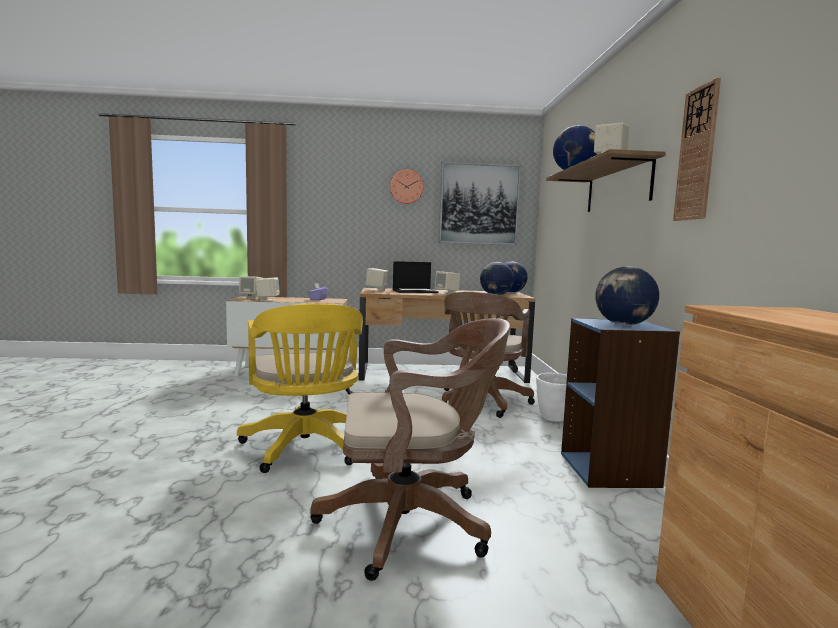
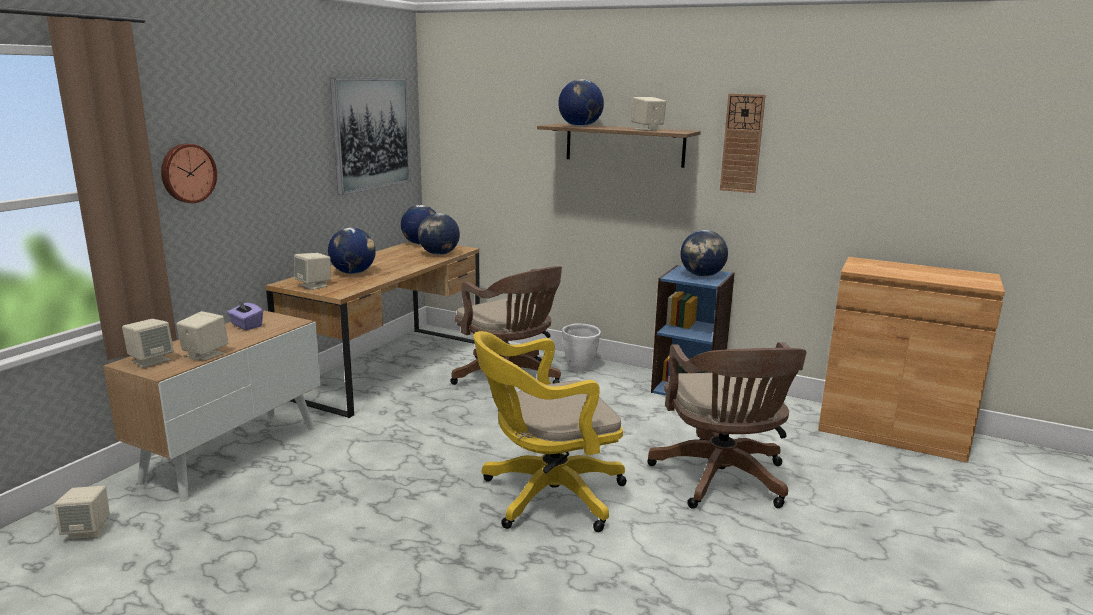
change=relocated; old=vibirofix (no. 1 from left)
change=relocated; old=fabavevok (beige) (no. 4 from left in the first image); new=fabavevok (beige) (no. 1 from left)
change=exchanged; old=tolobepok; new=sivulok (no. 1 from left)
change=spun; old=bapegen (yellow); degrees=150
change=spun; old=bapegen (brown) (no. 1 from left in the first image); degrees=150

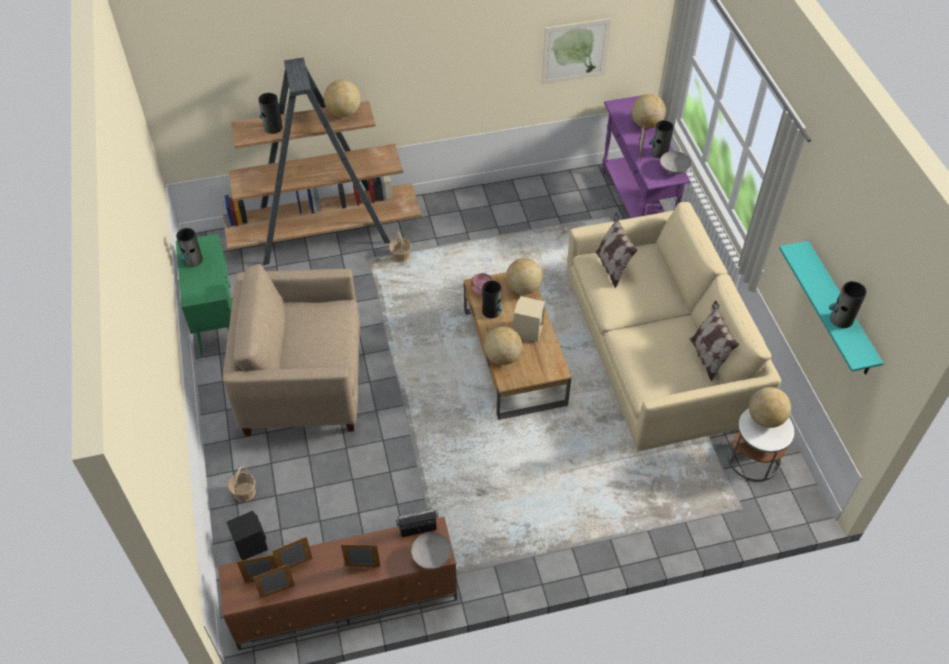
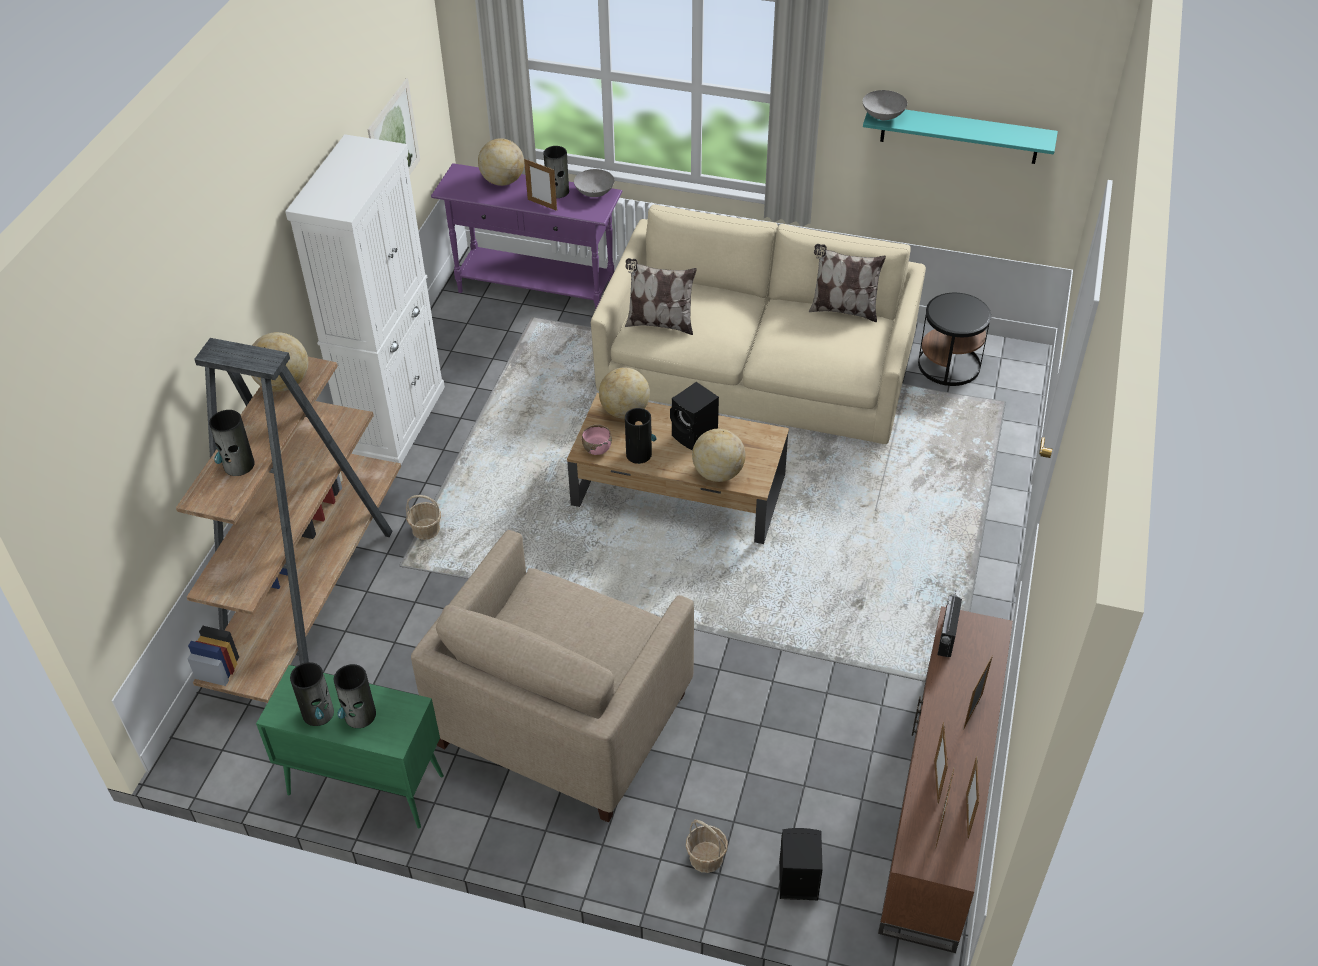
change=missing; old=sivulok (no. 5 from left)
change=appeared; new=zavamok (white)
change=relocated; old=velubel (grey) (no. 1 from left in the first image); new=velubel (grey) (no. 2 from left)
change=relocated; old=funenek (no. 5 from left in the first image); new=funenek (no. 3 from left)
change=colour; old=fabavevok (beige); new=fabavevok (black) (no. 1 from left)
change=colour; old=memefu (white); new=memefu (black)

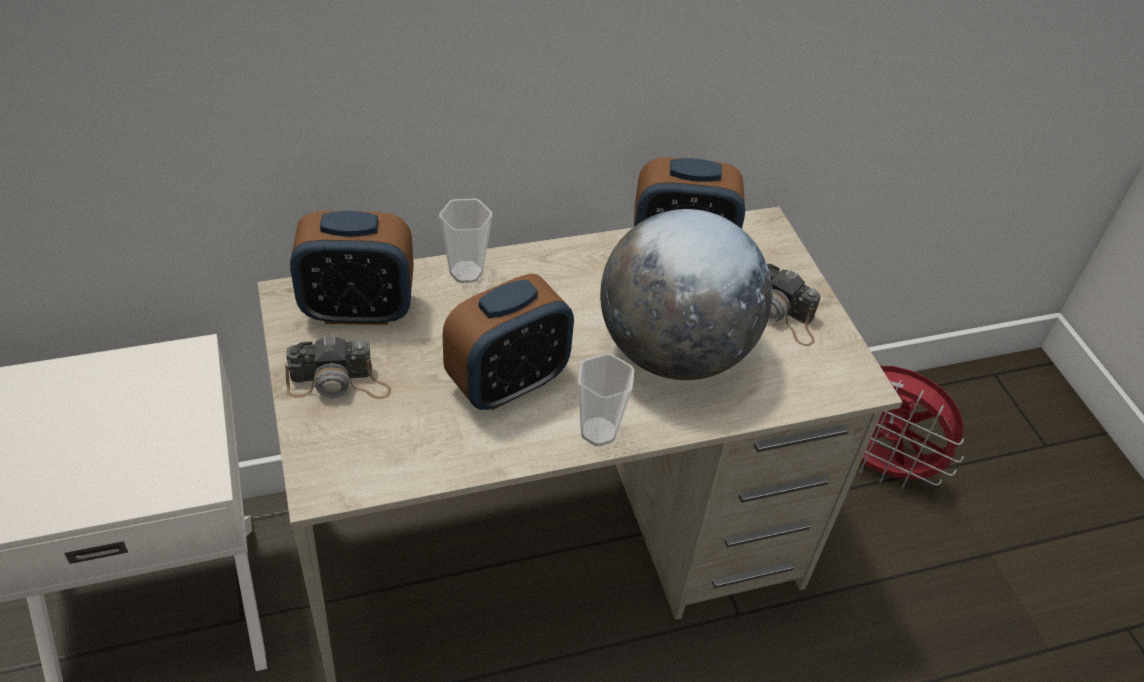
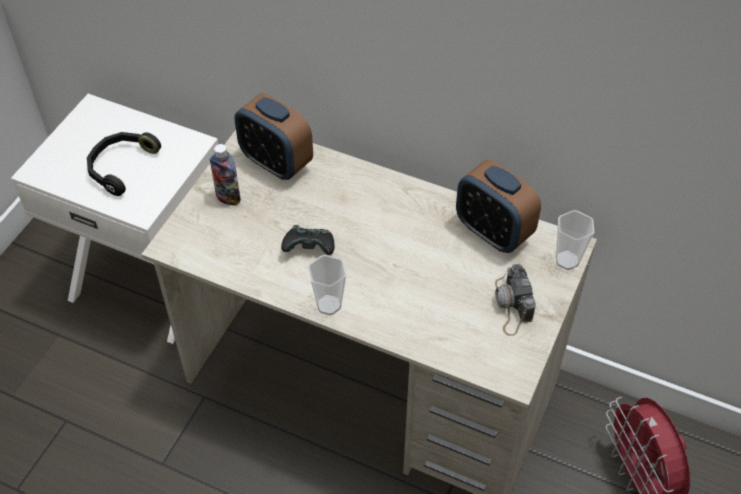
change=missing; old=sivulok
change=appeared; new=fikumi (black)
change=relocated; old=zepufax (no. 1 from left in the first image); new=zepufax (no. 2 from left)
change=exchanged; old=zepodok (no. 1 from left); new=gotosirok
change=exchanged; old=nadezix (no. 2 from left); new=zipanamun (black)

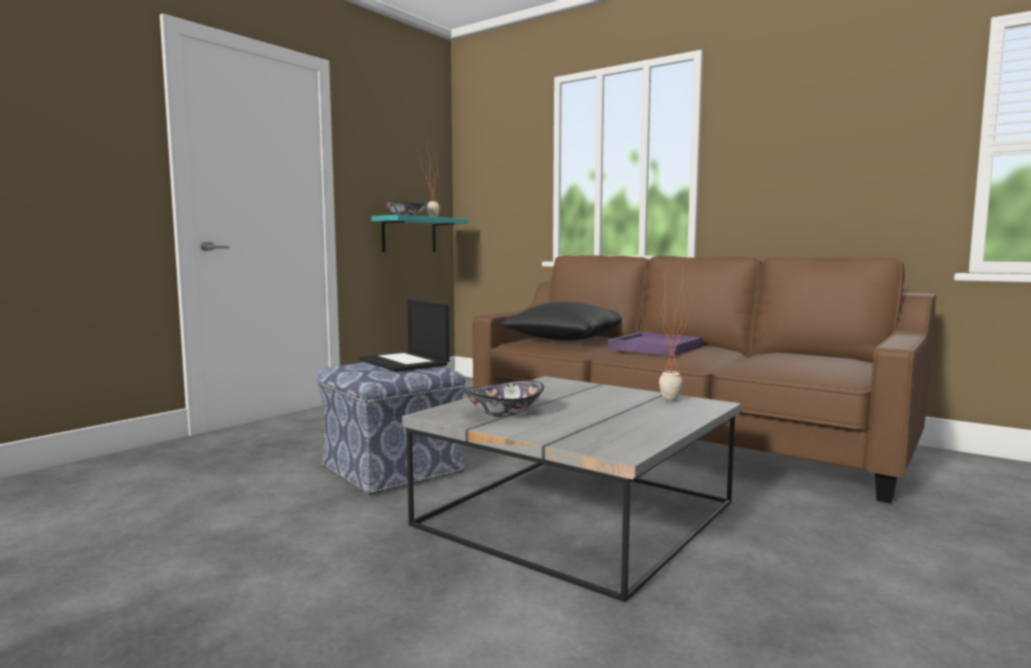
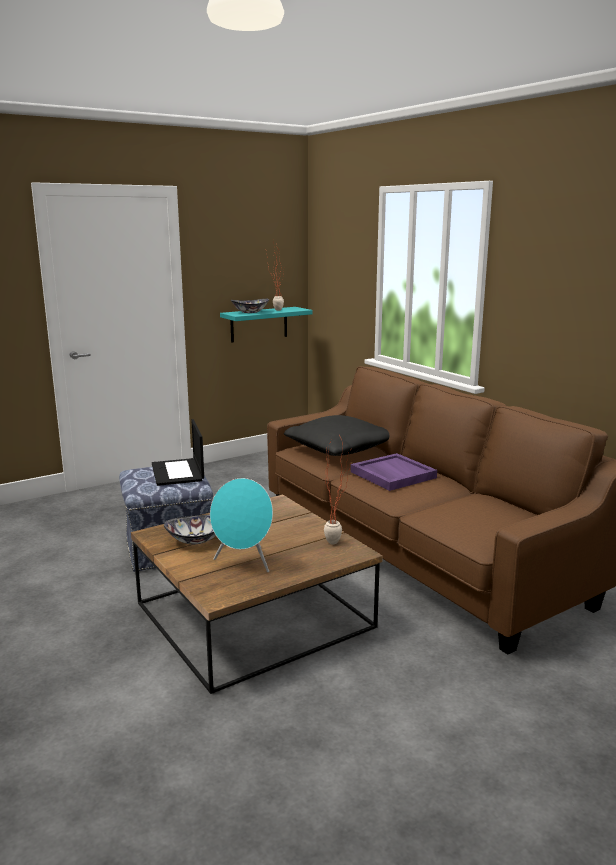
change=appeared; new=fabavevok (turquoise)
change=colour; old=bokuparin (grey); new=bokuparin (brown)

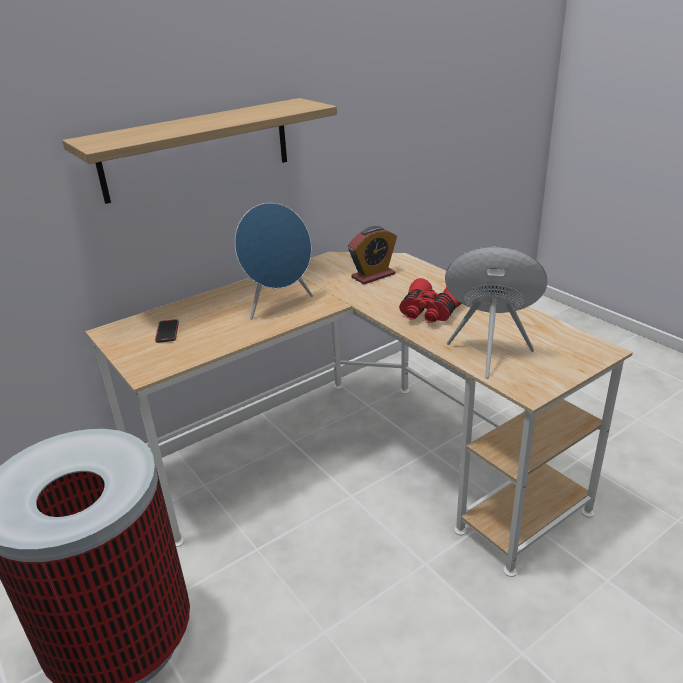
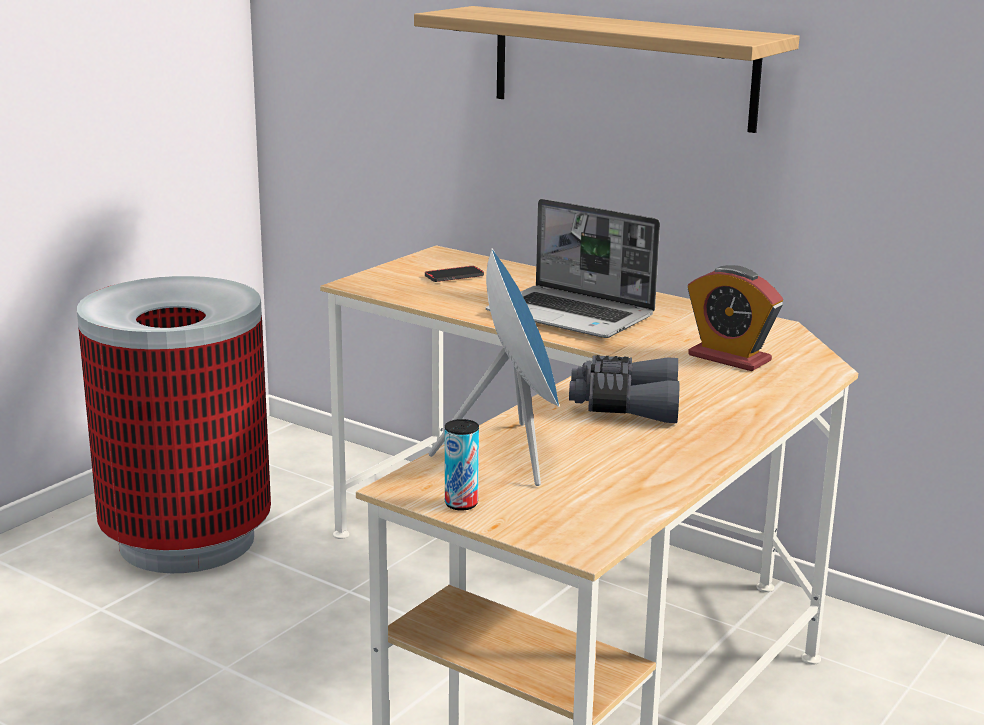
change=appeared; new=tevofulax
change=exchanged; old=fabavevok (blue) (no. 1 from left); new=tolobepok
change=colour; old=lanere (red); new=lanere (grey)

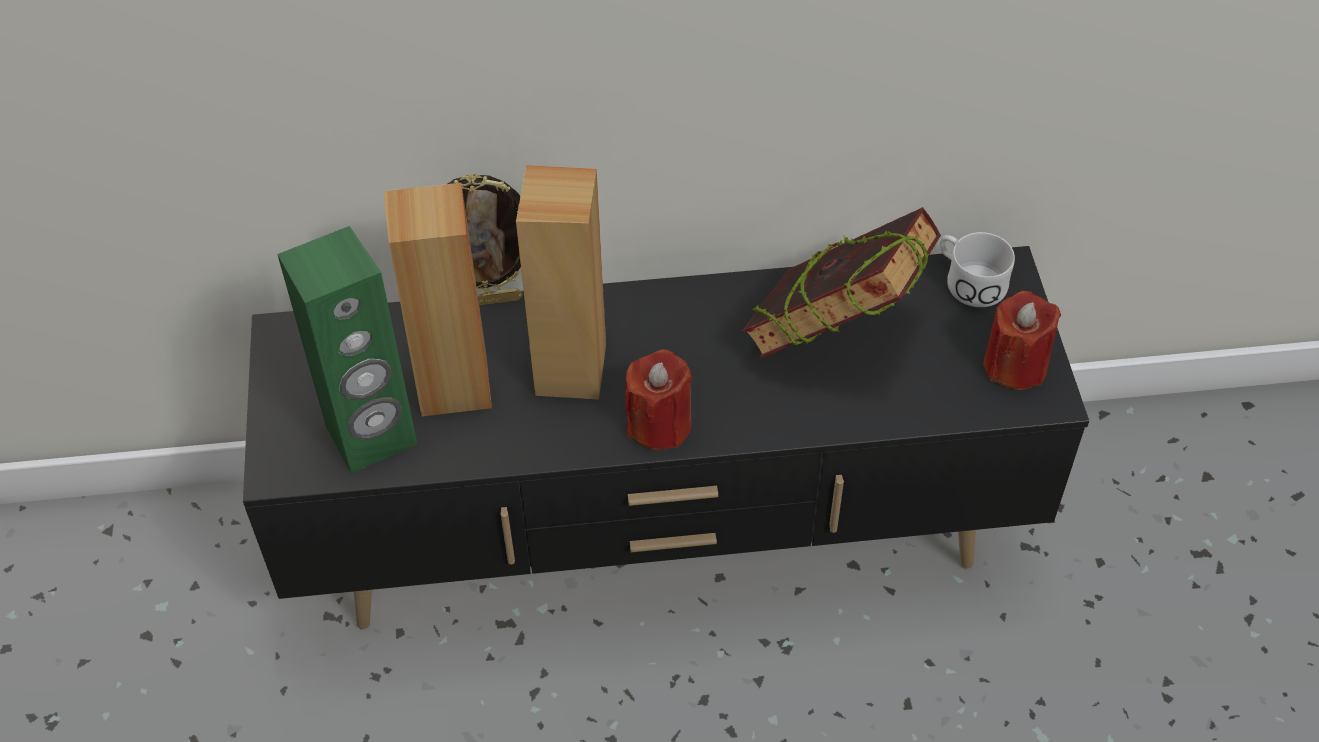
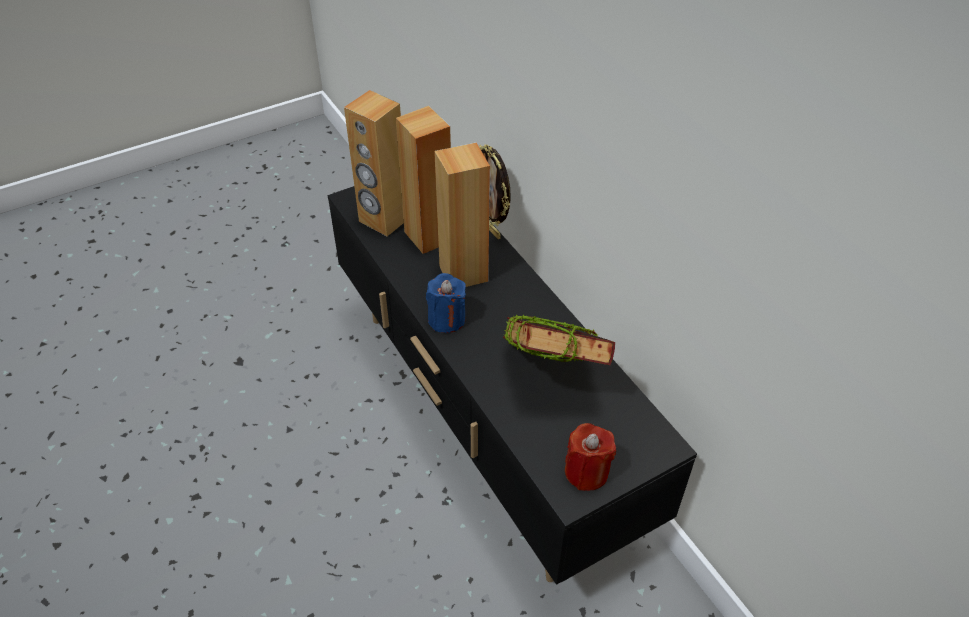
change=missing; old=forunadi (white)
change=colour; old=fabavevok (green); new=fabavevok (brown) (no. 1 from left)
change=colour; old=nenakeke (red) (no. 1 from left); new=nenakeke (blue)

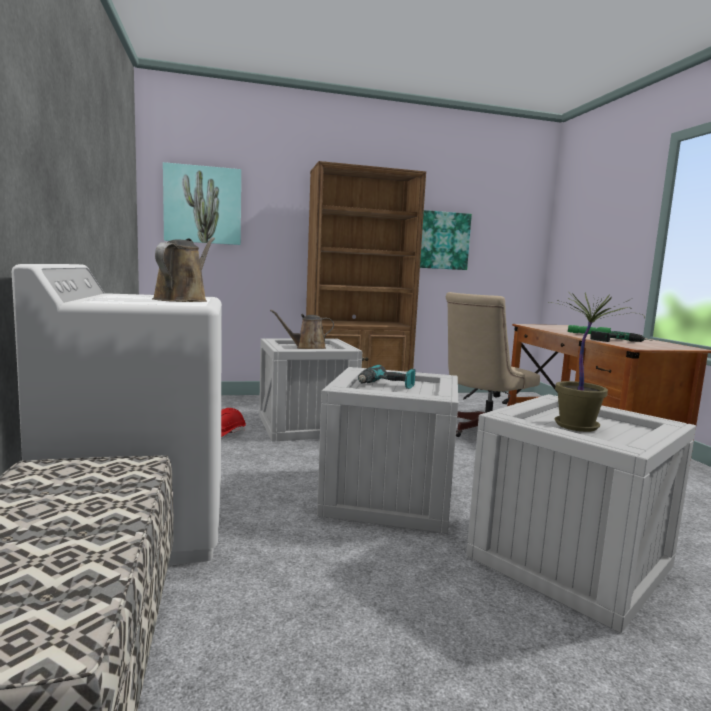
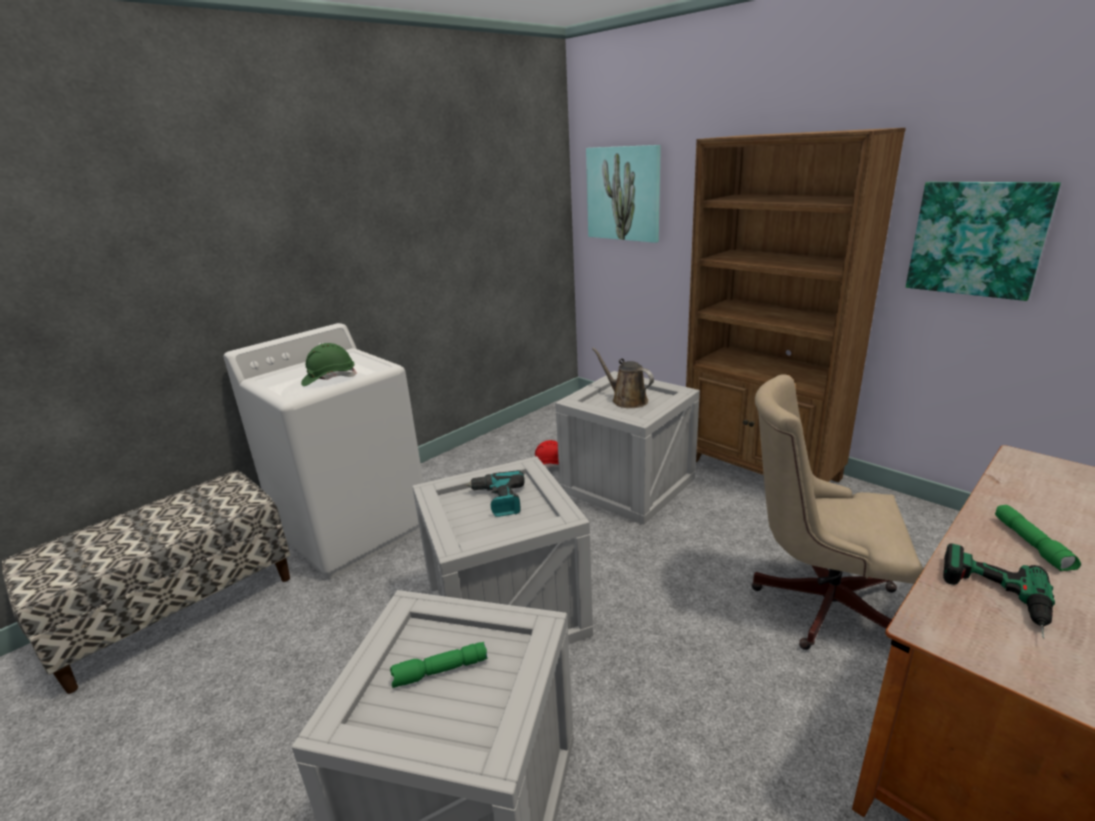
change=exchanged; old=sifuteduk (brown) (no. 1 from left); new=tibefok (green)
change=exchanged; old=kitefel; new=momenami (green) (no. 1 from left)

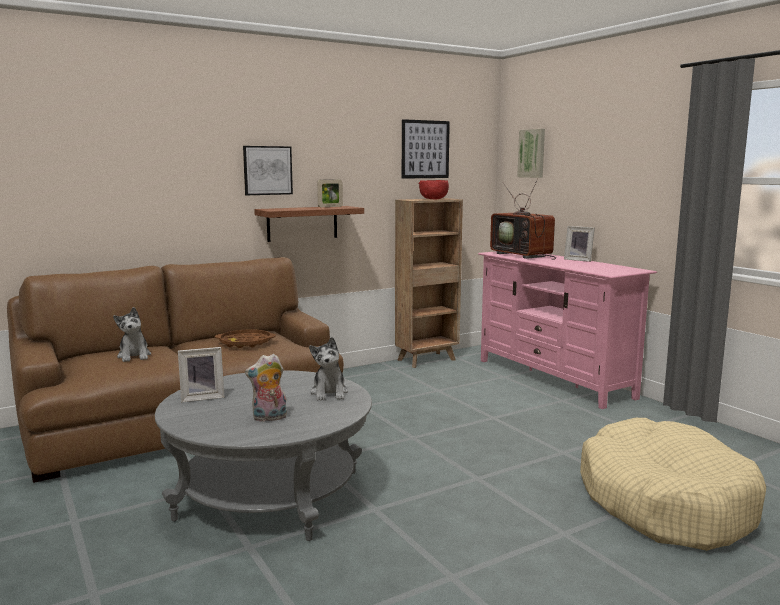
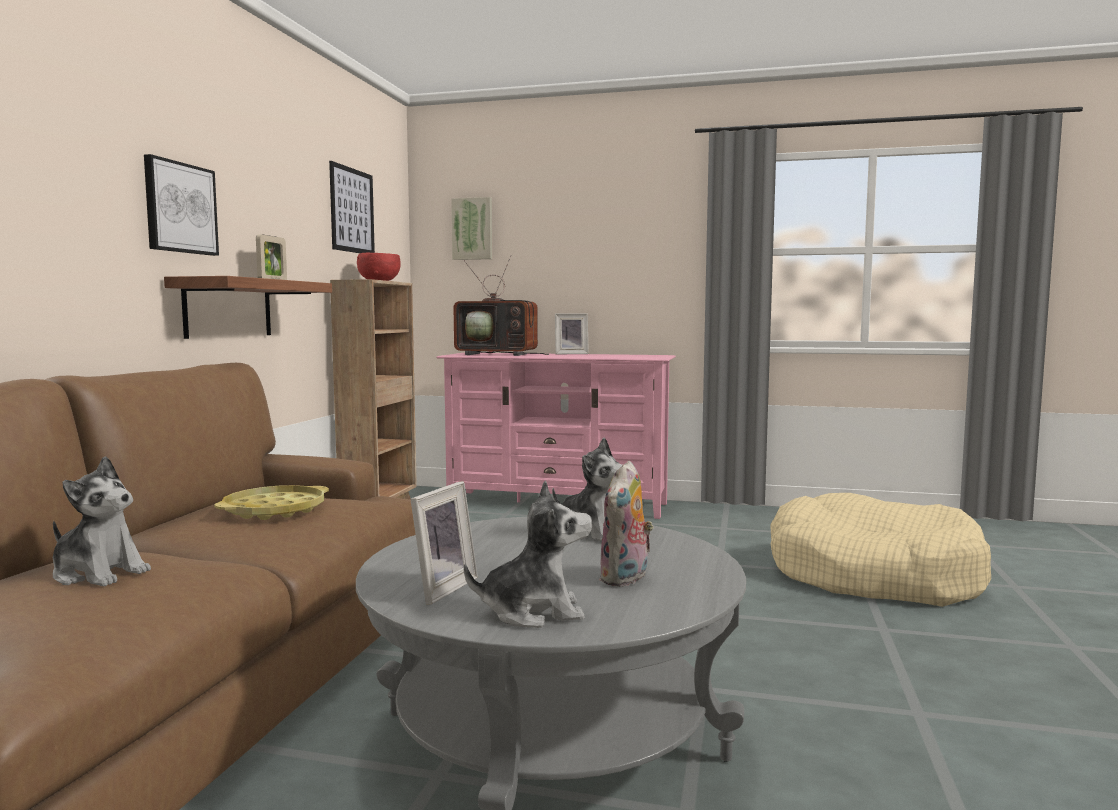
change=appeared; new=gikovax (no. 2 from left)
change=colour; old=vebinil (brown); new=vebinil (yellow)

